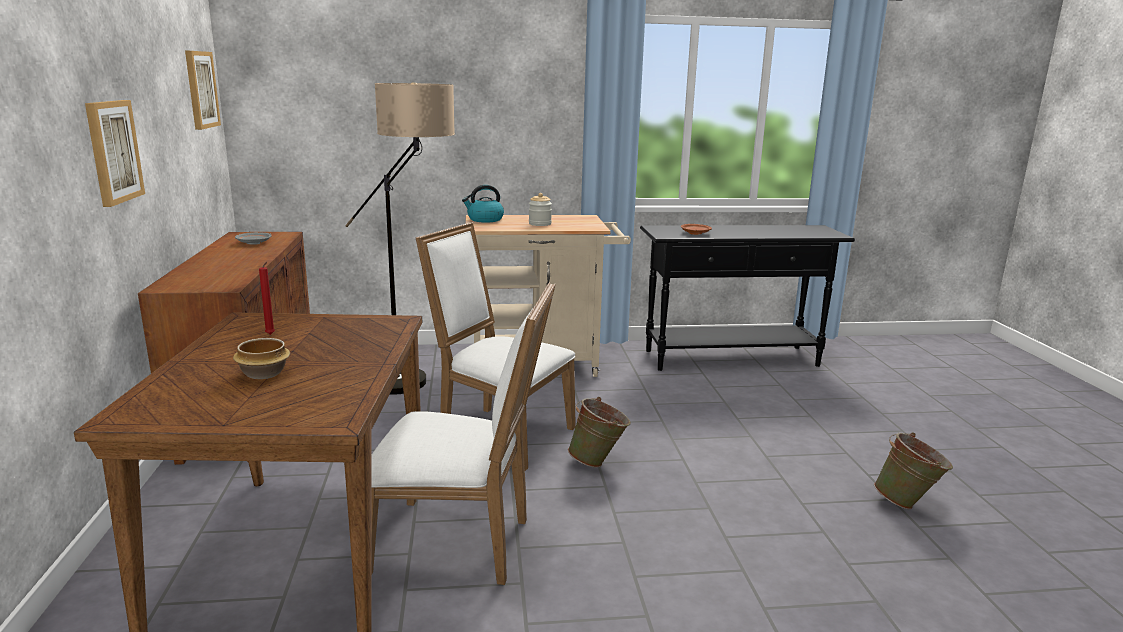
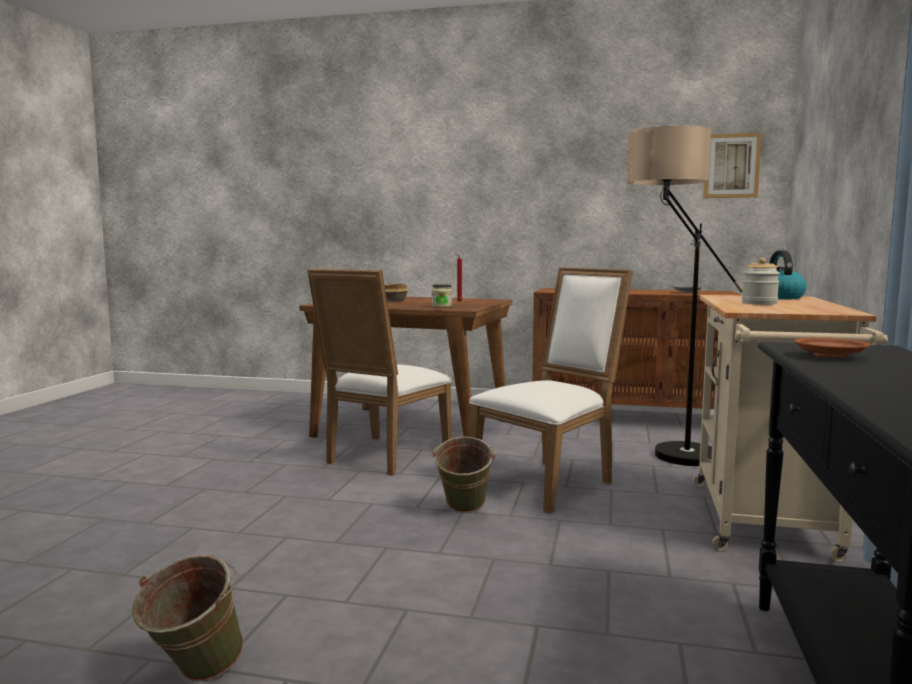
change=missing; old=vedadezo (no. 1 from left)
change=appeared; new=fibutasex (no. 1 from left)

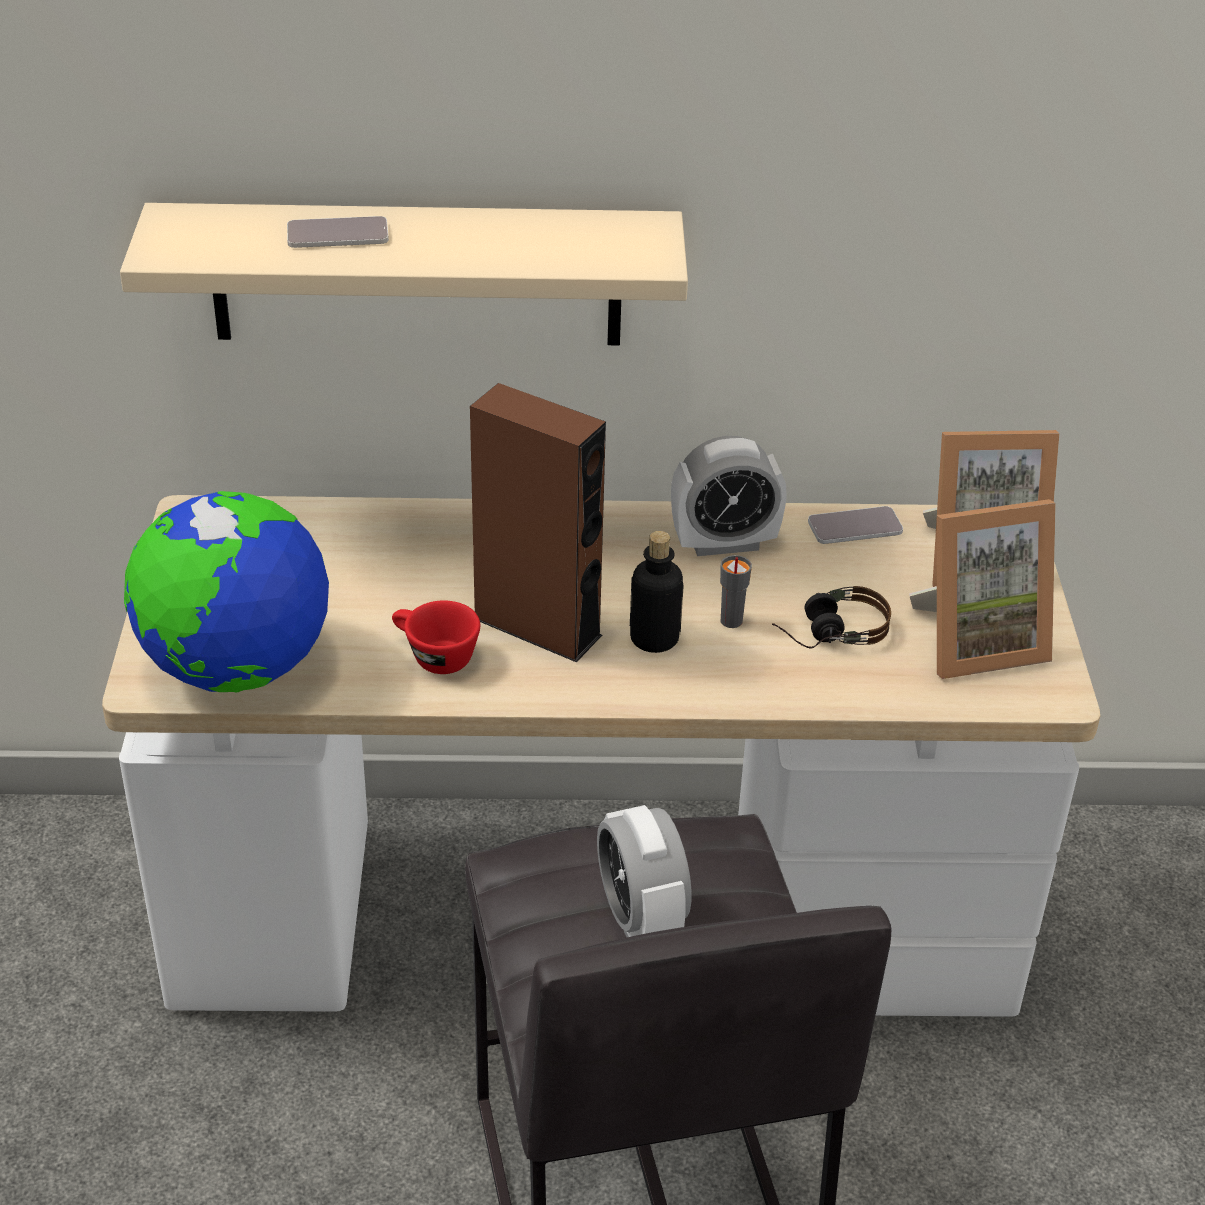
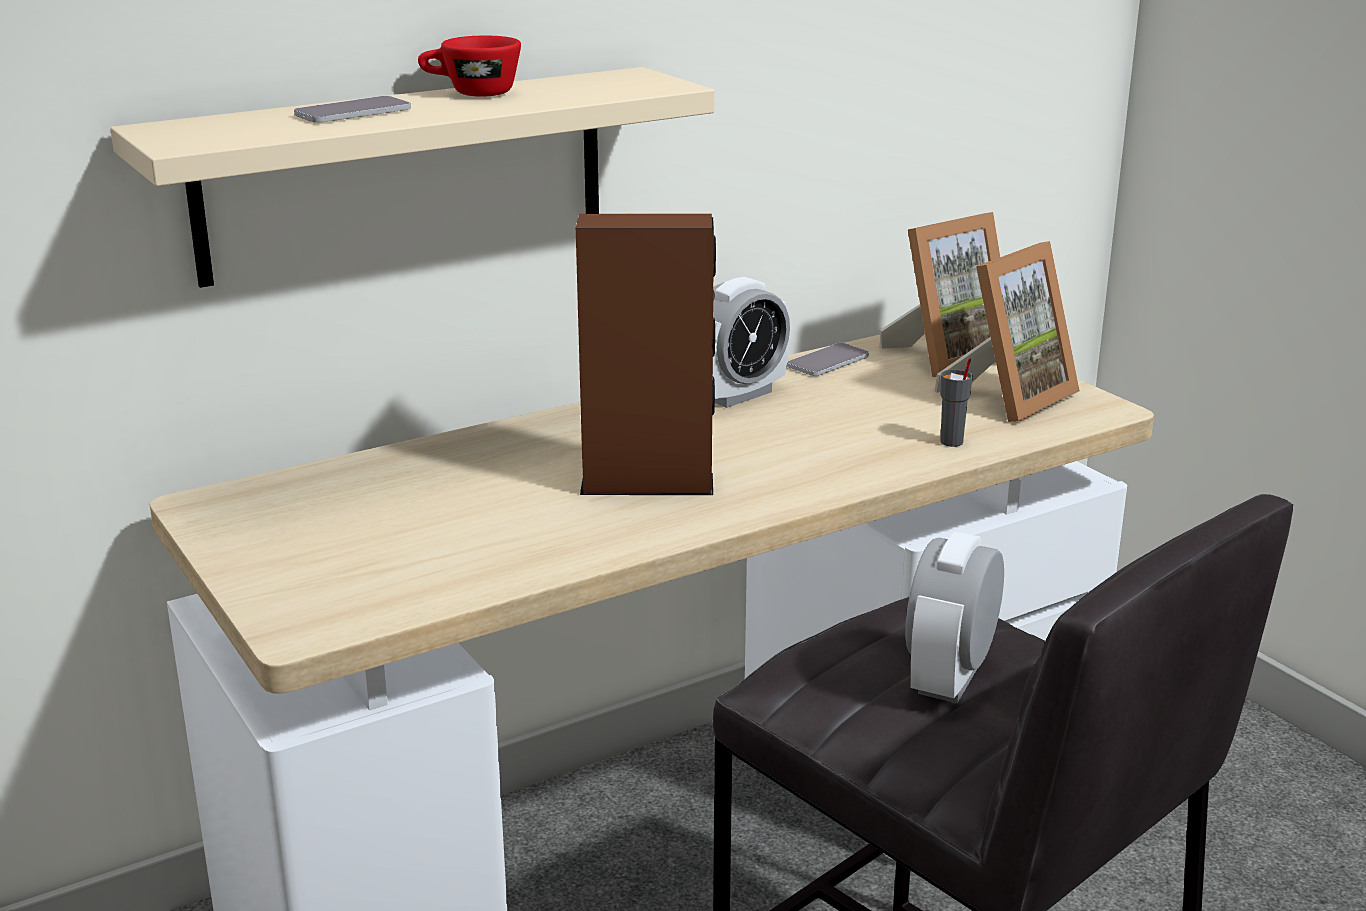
change=missing; old=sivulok
change=missing; old=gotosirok
change=missing; old=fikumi
change=relocated; old=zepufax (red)
change=relocated; old=zepufax (grey)
change=spun; old=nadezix (no. 1 from left in the first image); degrees=75

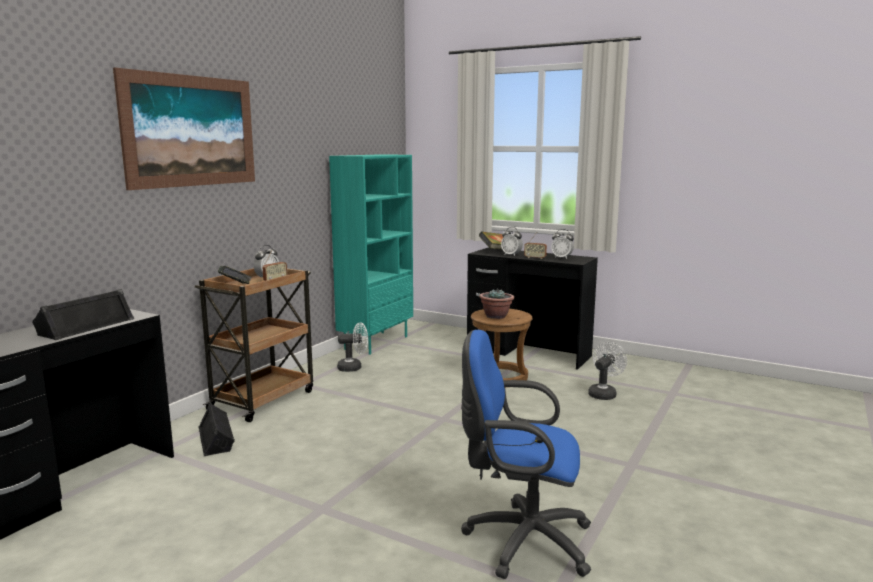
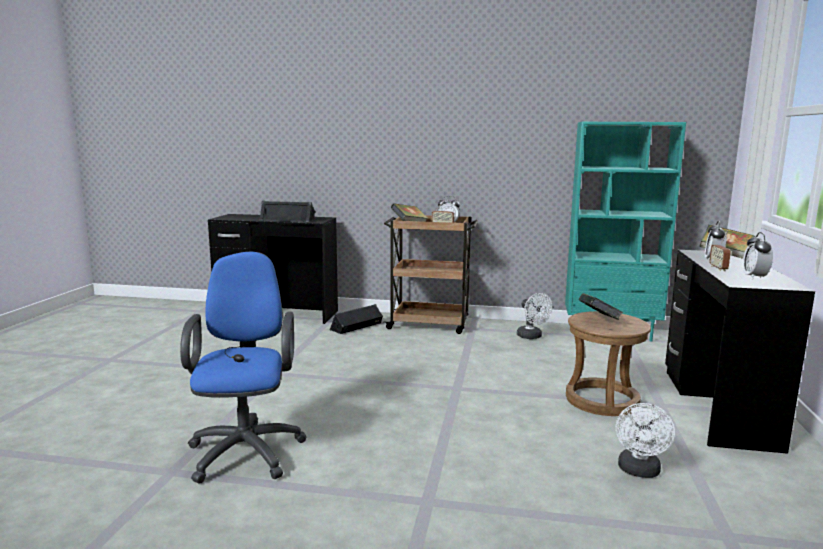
change=missing; old=vedadezo
change=exchanged; old=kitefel; new=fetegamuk (no. 2 from left)
change=spun; old=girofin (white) (no. 2 from left); degrees=90

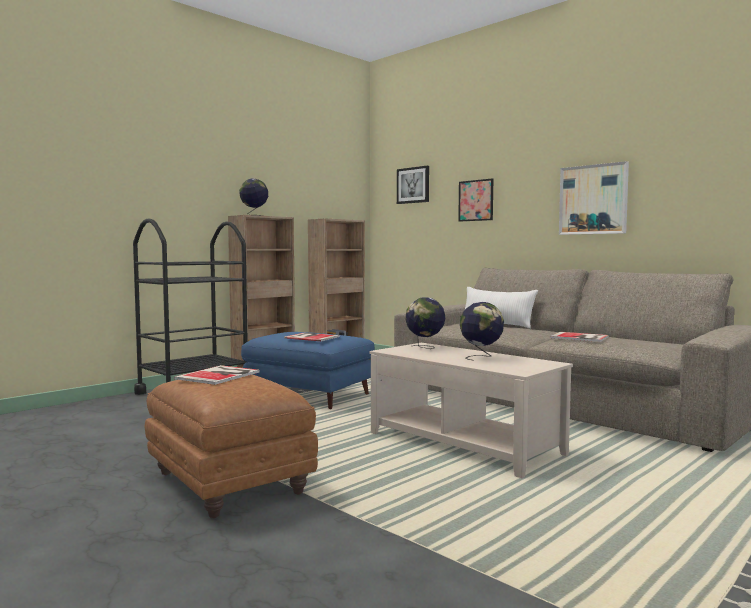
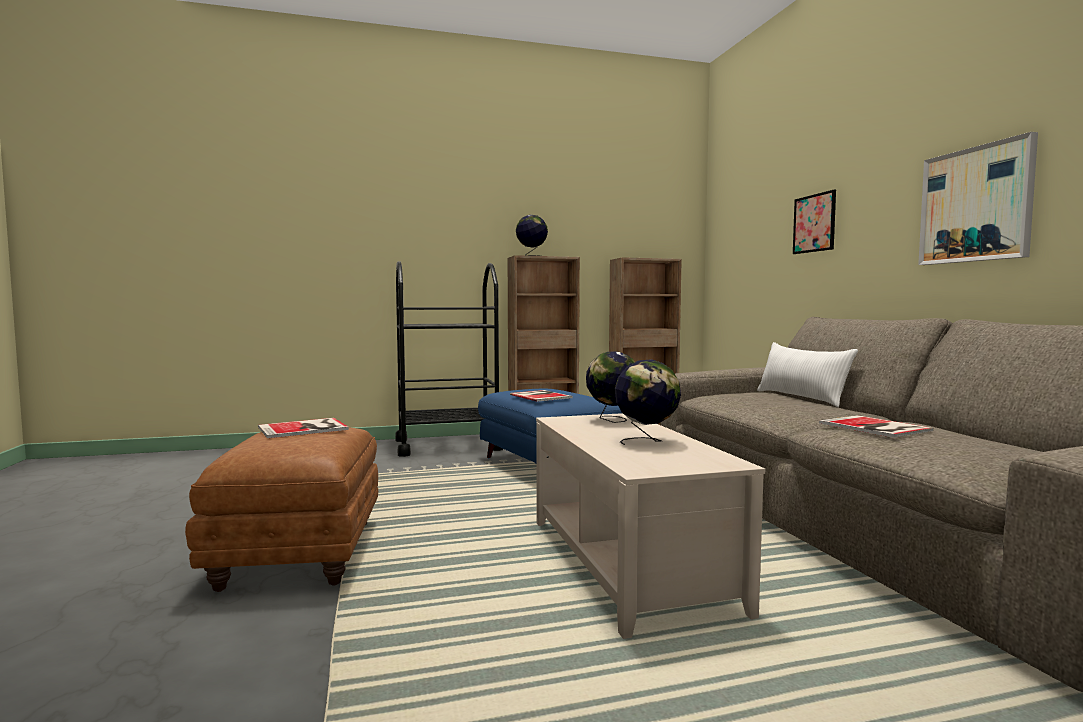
change=missing; old=vedadezo (no. 1 from left)

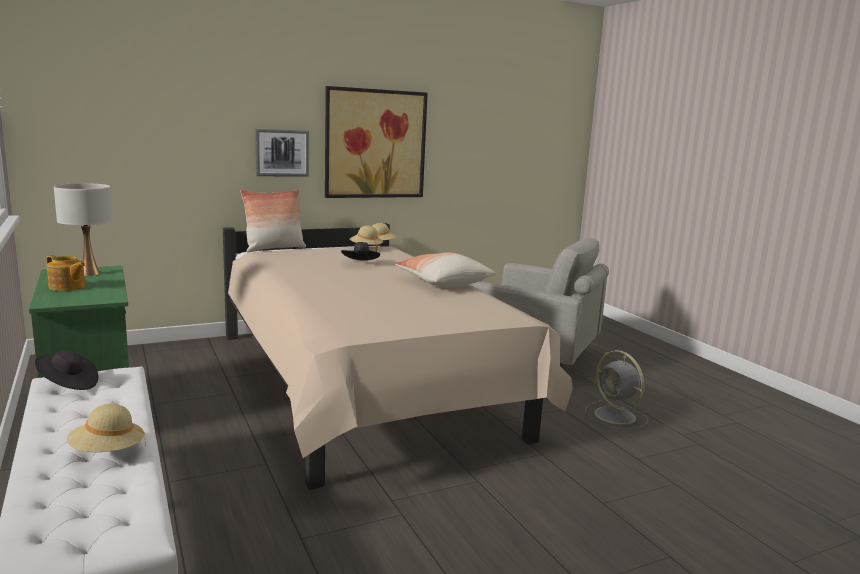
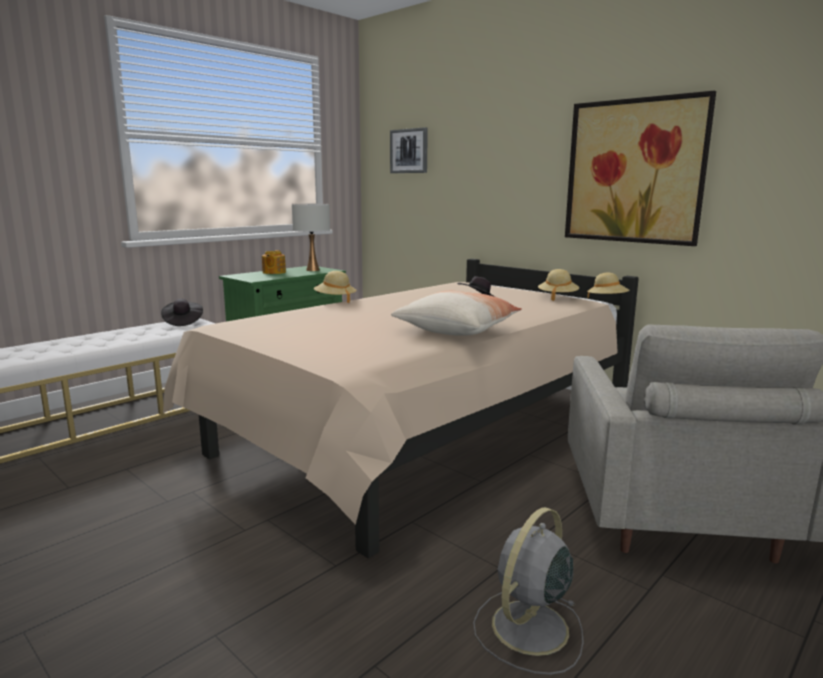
change=missing; old=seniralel (no. 1 from left)
change=relocated; old=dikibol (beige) (no. 1 from left)
change=relocated; old=vedadezo (no. 1 from left)

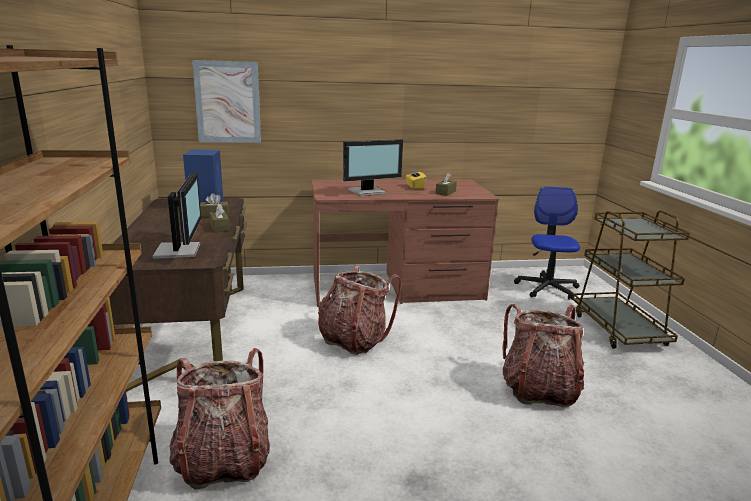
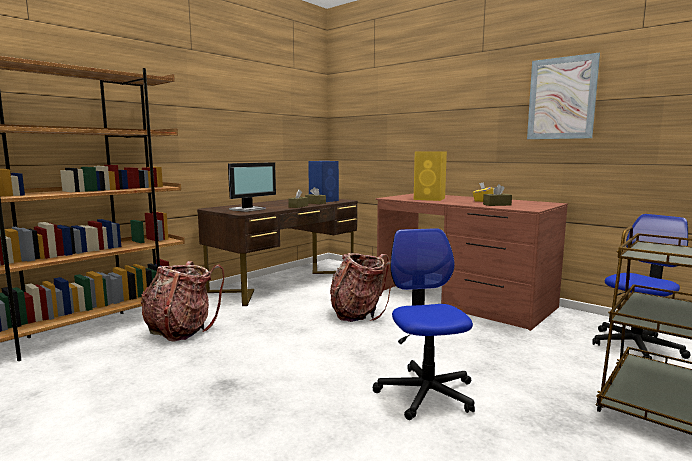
change=relocated; old=vedadezo
change=exchanged; old=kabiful (no. 2 from left); new=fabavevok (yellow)
change=exchanged; old=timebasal (no. 3 from left); new=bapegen (no. 1 from left)

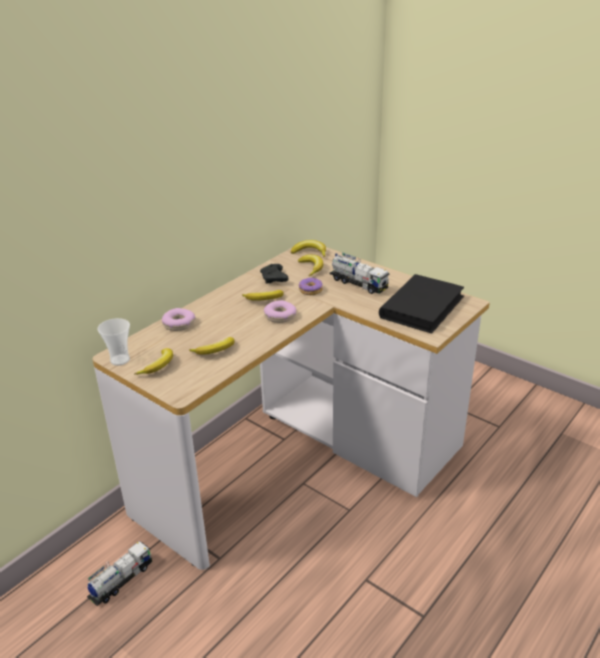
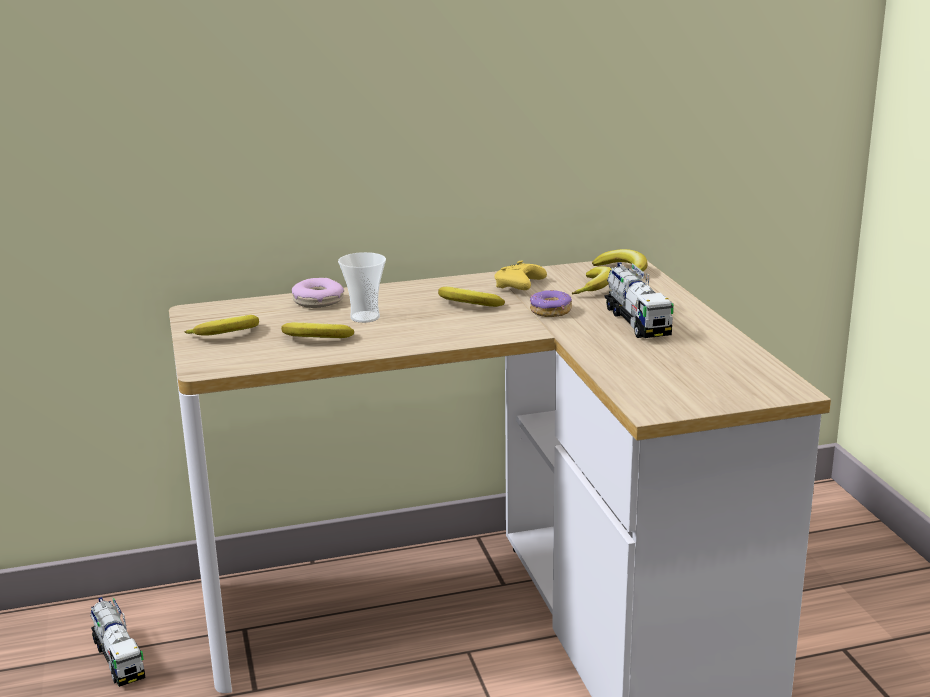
change=missing; old=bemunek (no. 2 from left)
change=missing; old=fetegamuk (black)
change=relocated; old=zepufax
change=colour; old=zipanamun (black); new=zipanamun (yellow)
change=spun; old=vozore (no. 1 from left); degrees=75

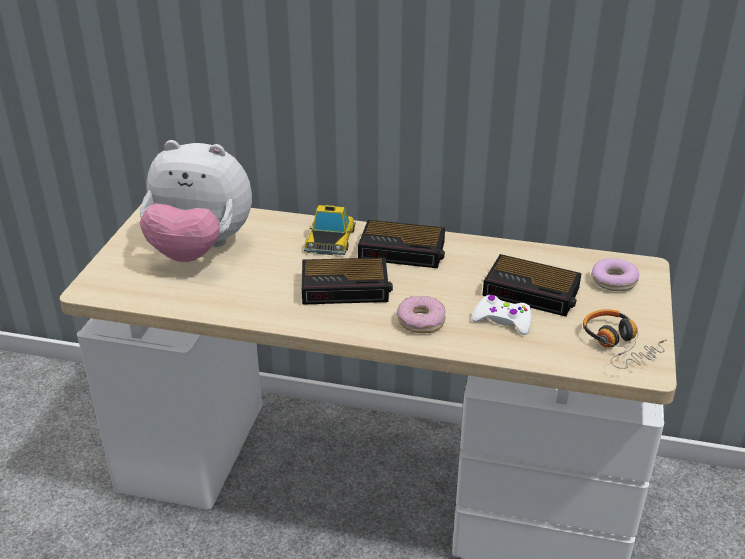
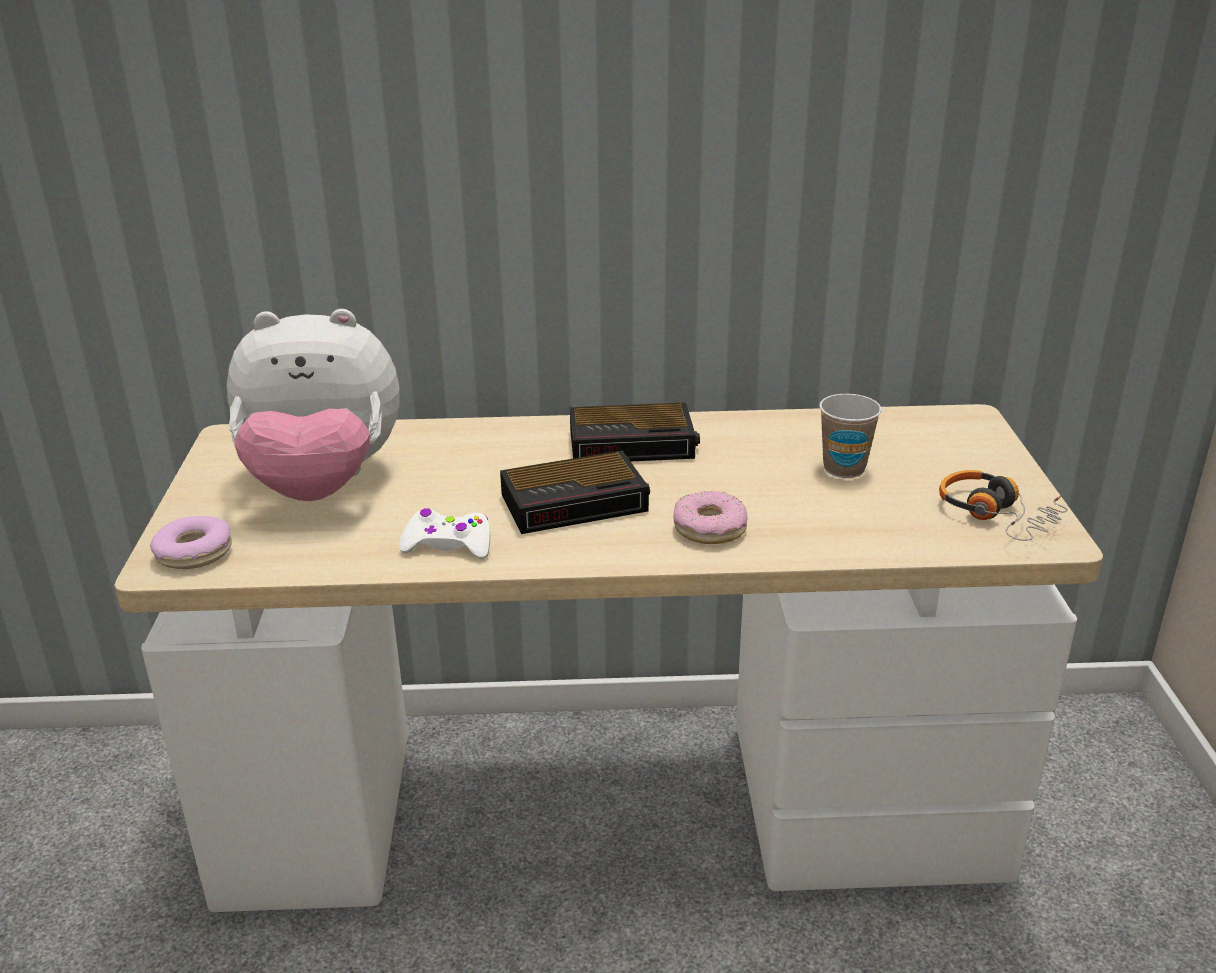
change=missing; old=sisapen
change=relocated; old=zipanamun (white)
change=relocated; old=bemunek (no. 2 from left in the first image); new=bemunek (no. 1 from left)
change=exchanged; old=nadezix (no. 3 from left); new=zepufax

